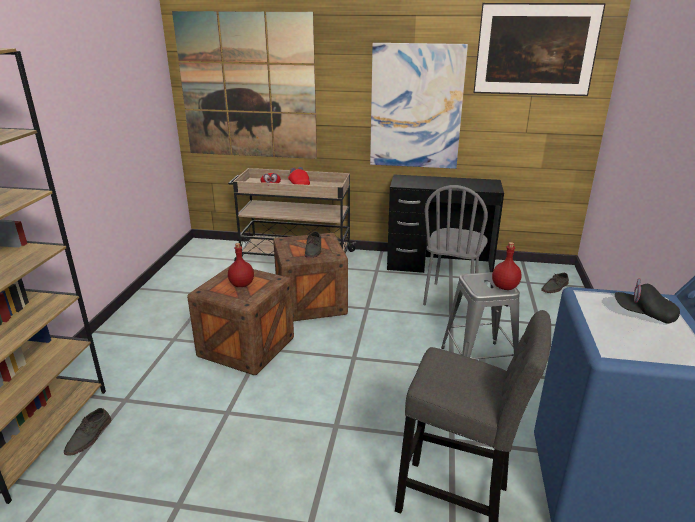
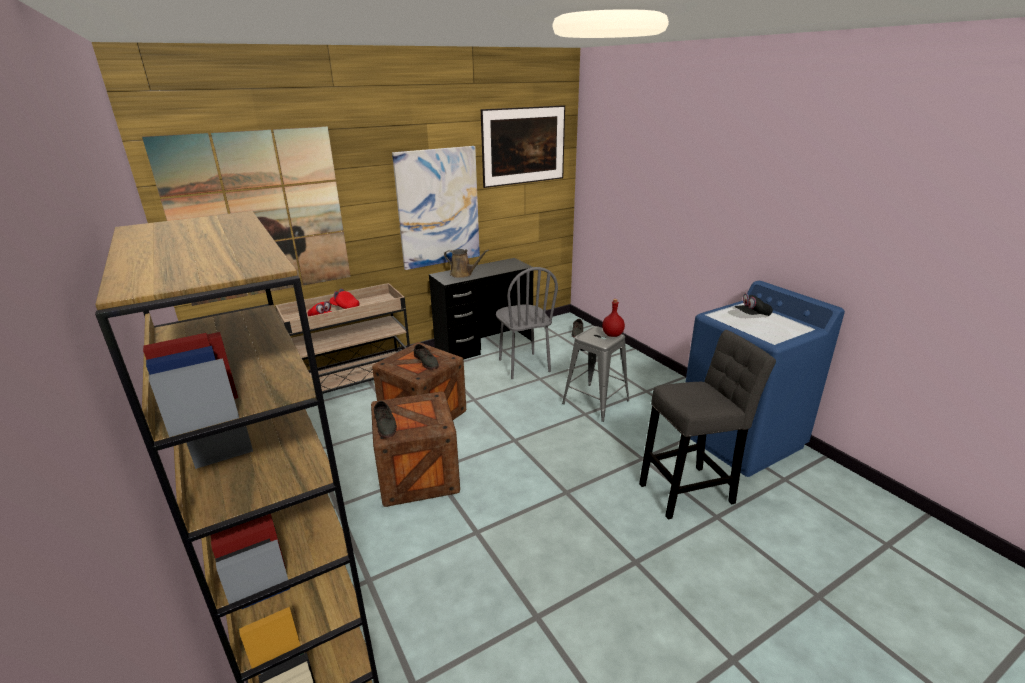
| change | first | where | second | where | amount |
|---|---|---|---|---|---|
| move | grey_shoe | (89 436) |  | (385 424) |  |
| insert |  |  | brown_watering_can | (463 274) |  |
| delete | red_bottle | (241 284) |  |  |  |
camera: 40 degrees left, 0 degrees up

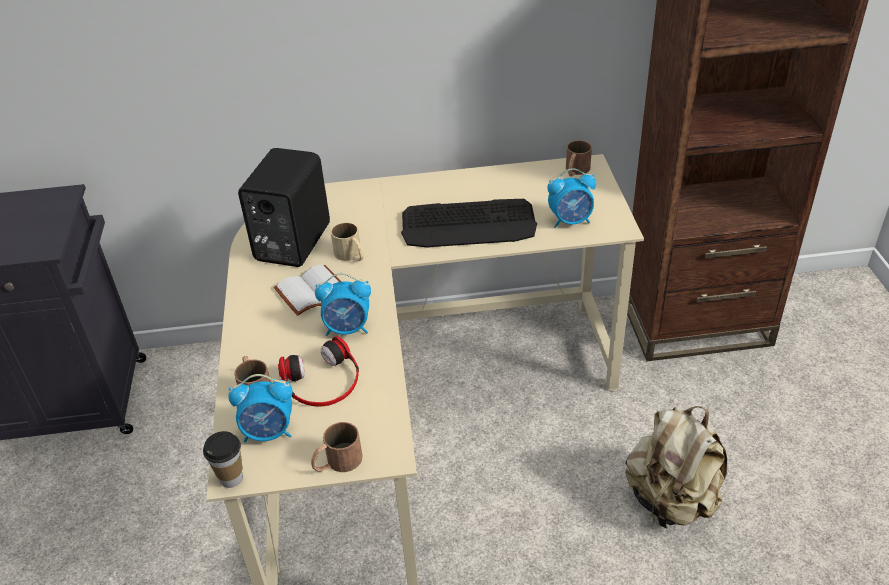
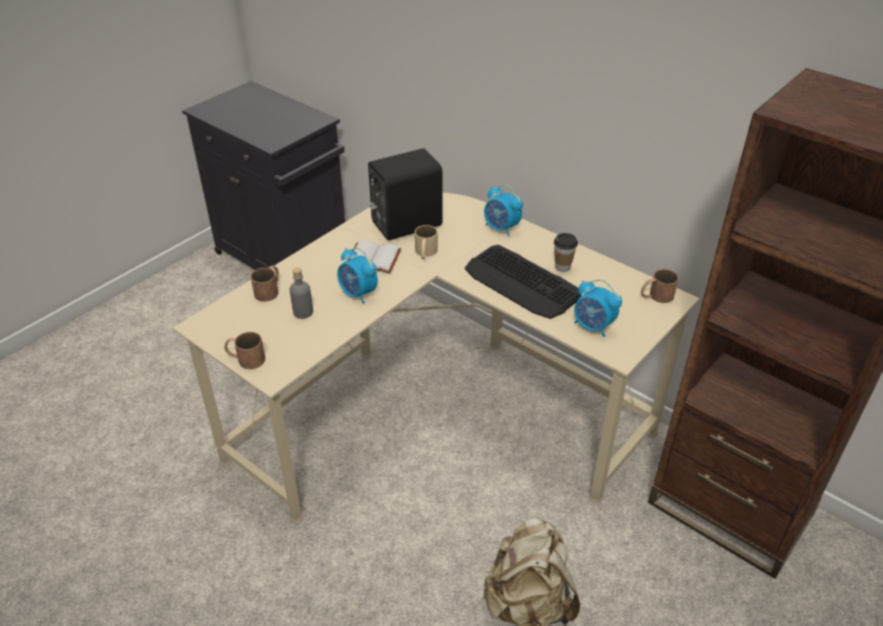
| change | first | where | second | where | amount |
|---|---|---|---|---|---|
| replace | headphones | (322 381) | grey_bottle | (303 312) |  |
| move | alarm_clock | (269 432) |  | (501 228) |  |
| move | cup | (231 478) |  | (562 267) |  |
camera: 45 degrees right, 0 degrees up

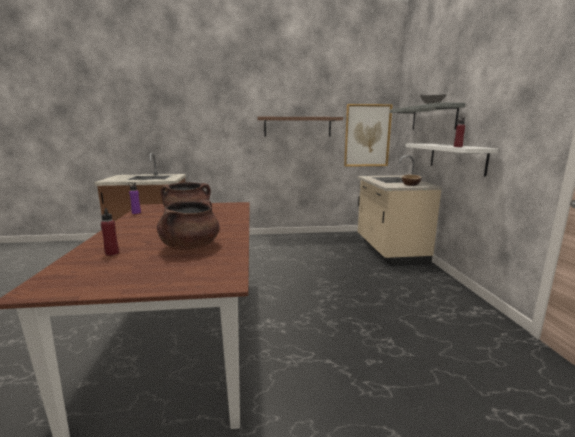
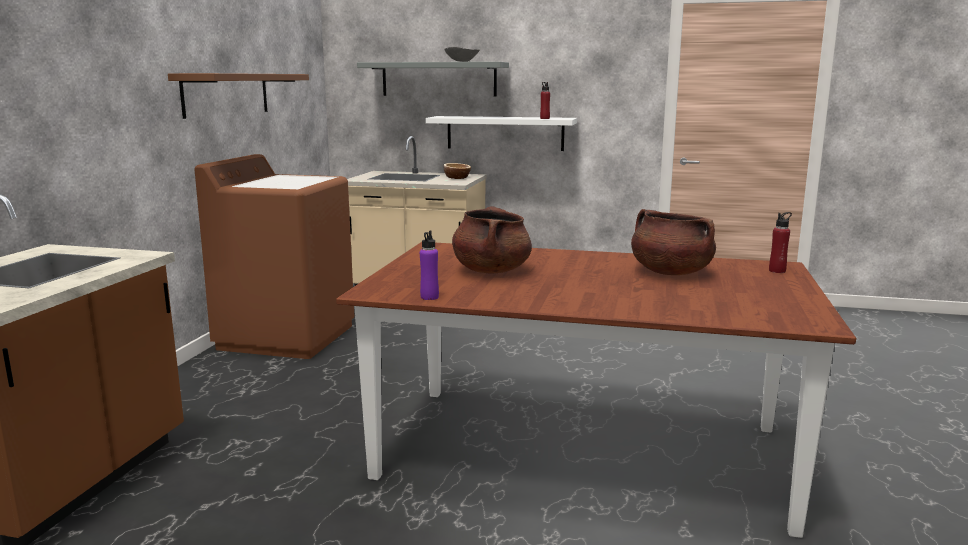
| change | first | where | second | where | amount |
|---|---|---|---|---|---|
| insert |  |  | brown_washing_machine | (287 336) |  |
| move | red_bottle | (112 253) |  | (777 271) |  |
| delete | picture | (367 135) |  |  |  |
camera: 70 degrees left, 0 degrees up

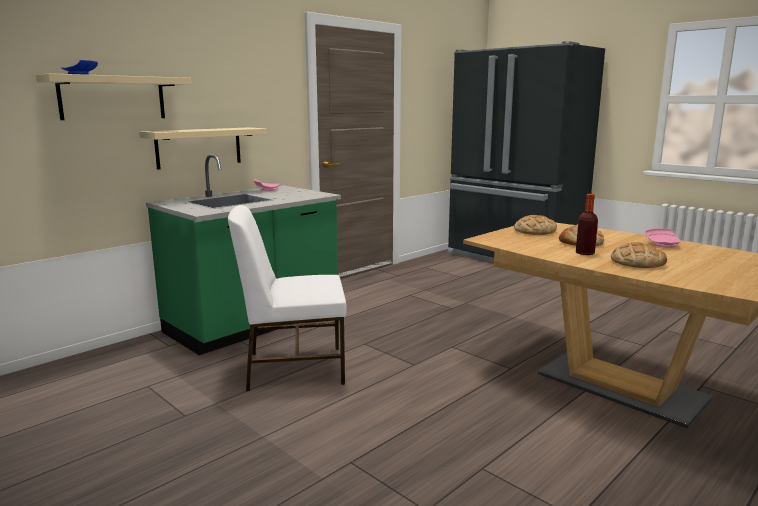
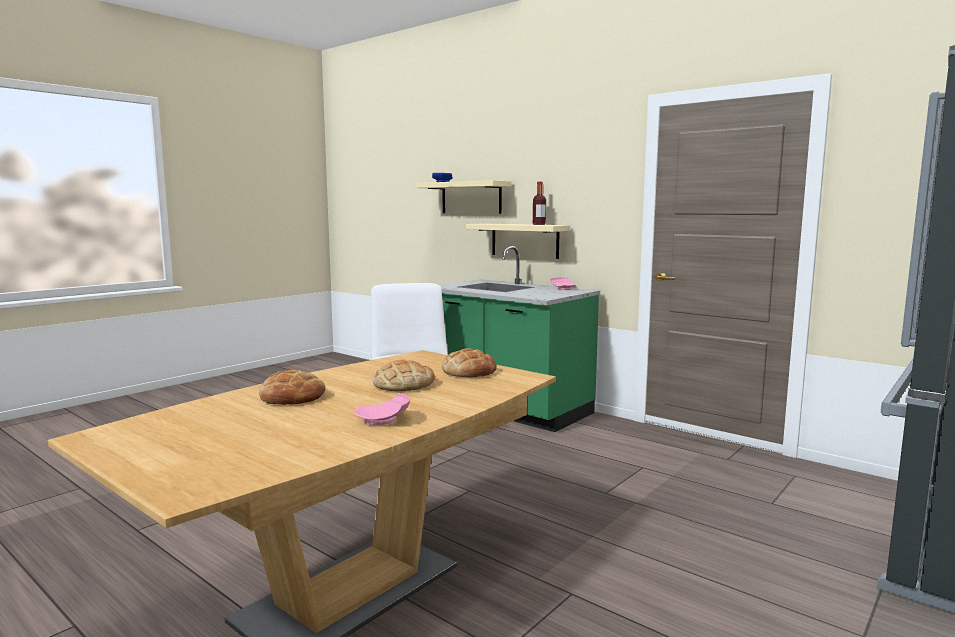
| change | first | where | second | where | amount |
|---|---|---|---|---|---|
| move | bottle | (585 253) |  | (539 224) |  |
camera: 85 degrees right, 5 degrees down

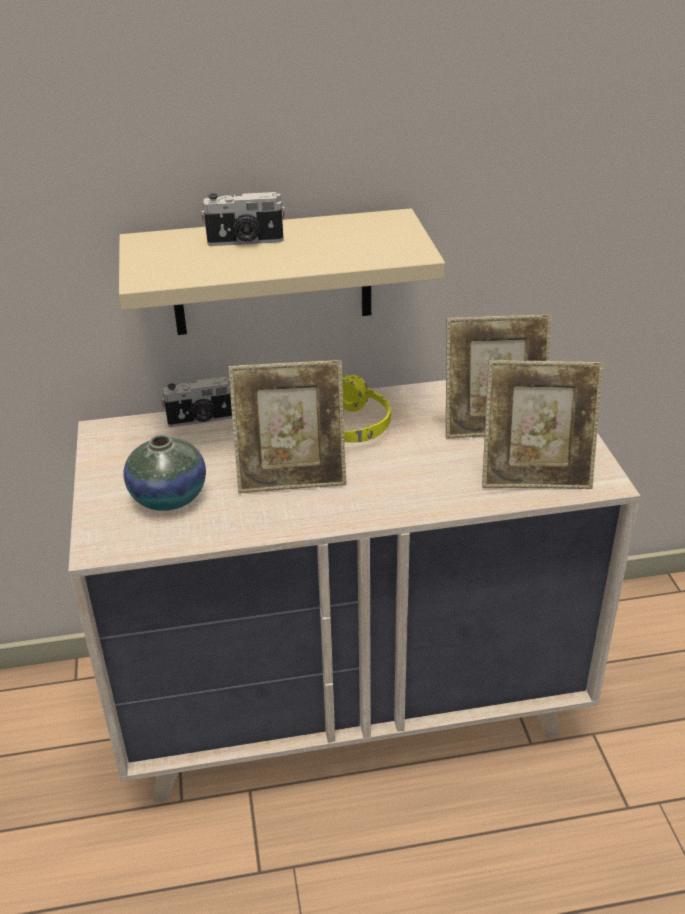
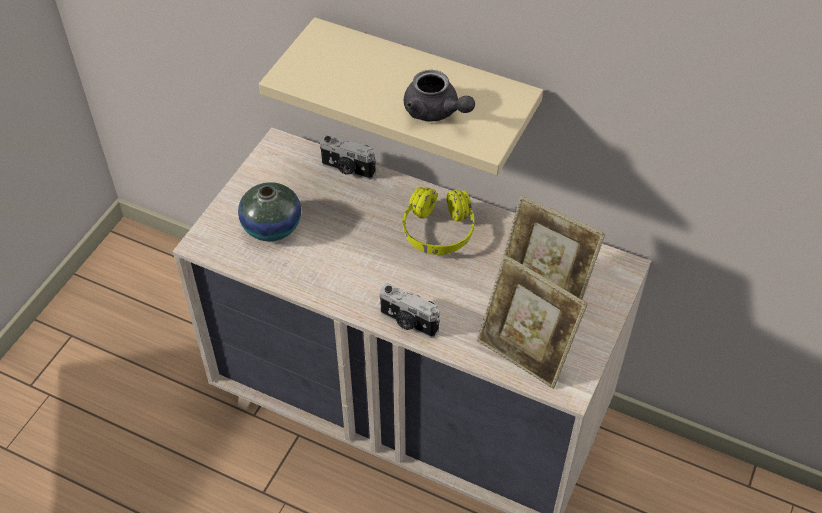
| change | first | where | second | where | amount |
|---|---|---|---|---|---|
| move | photo_camera | (245 242) |  | (408 322) |  |
| insert |  |  | grey_teapot | (436 112) |  |
| delete | picture_frame | (292 477) |  |  |  |
camera: 35 degrees right, 15 degrees up

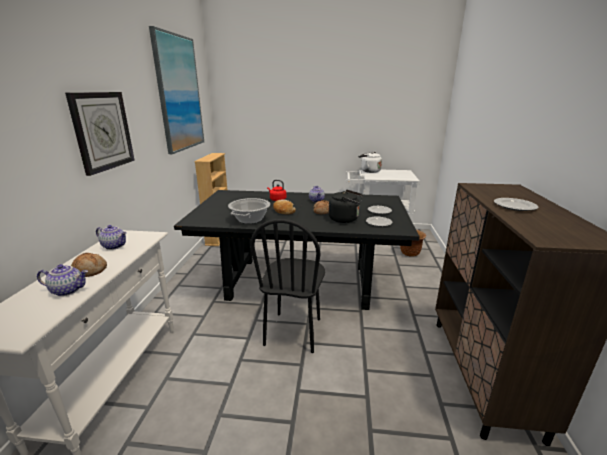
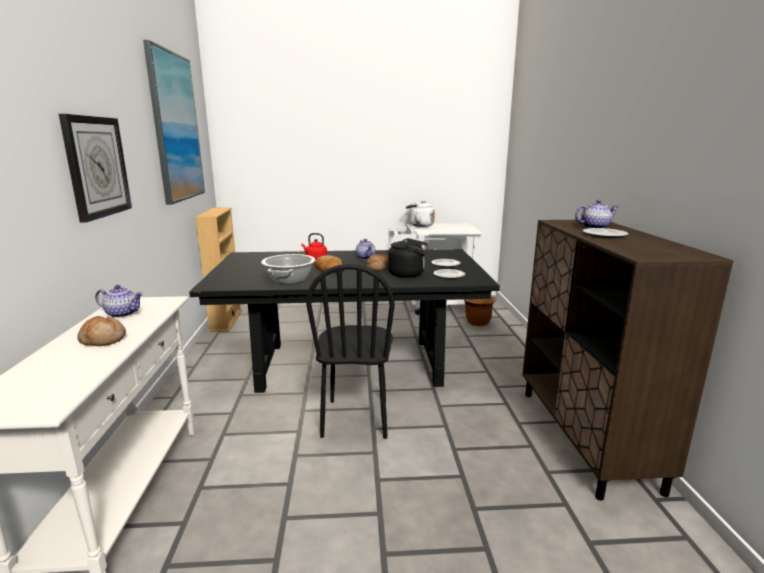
| change | first | where | second | where | amount |
|---|---|---|---|---|---|
| move | teapot | (68 290) |  | (594 227) |  |
camera: 10 degrees left, 5 degrees down

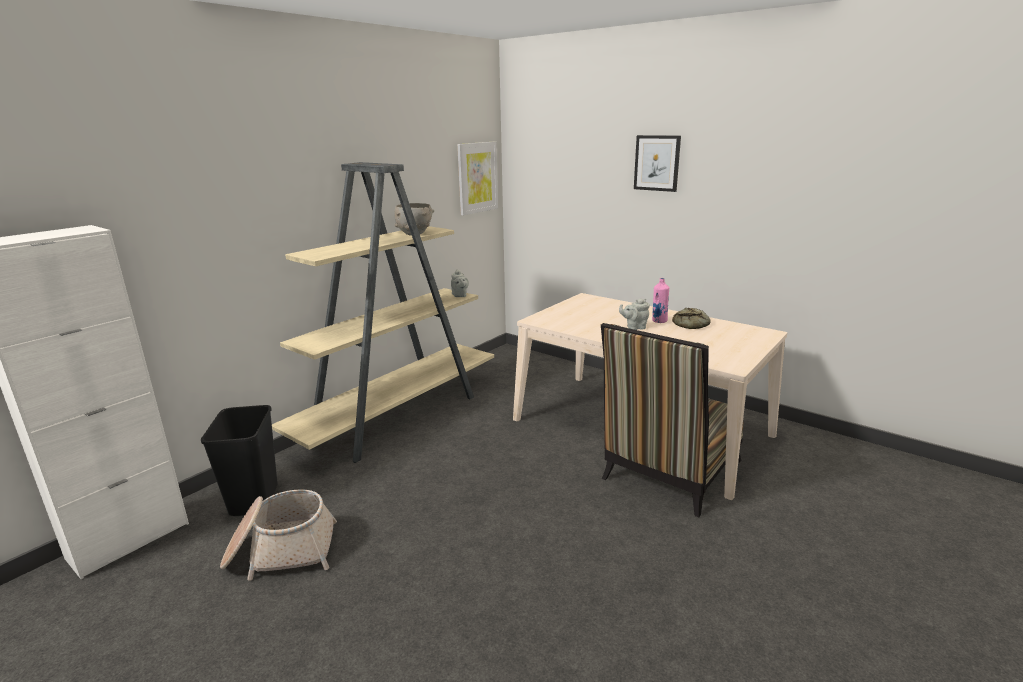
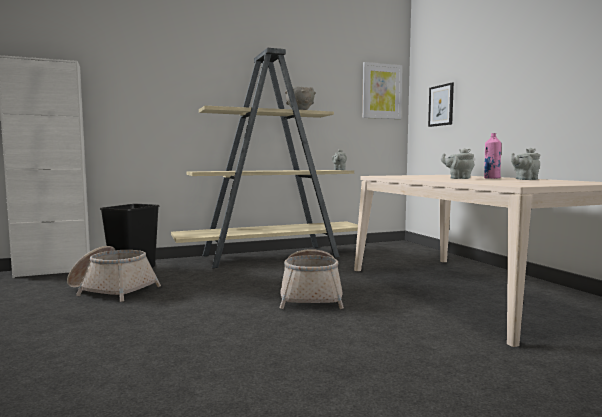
| change | first | where | second | where | amount |
|---|---|---|---|---|---|
| insert |  |  | basket | (311 296) |  |
| move | picture | (657 163) |  | (441 105) |  |
| replace | bread | (692 324) | grey_teapot | (524 179) |  |
| delete | chair | (668 474) |  |  |  |
camera: 30 degrees right, 15 degrees down

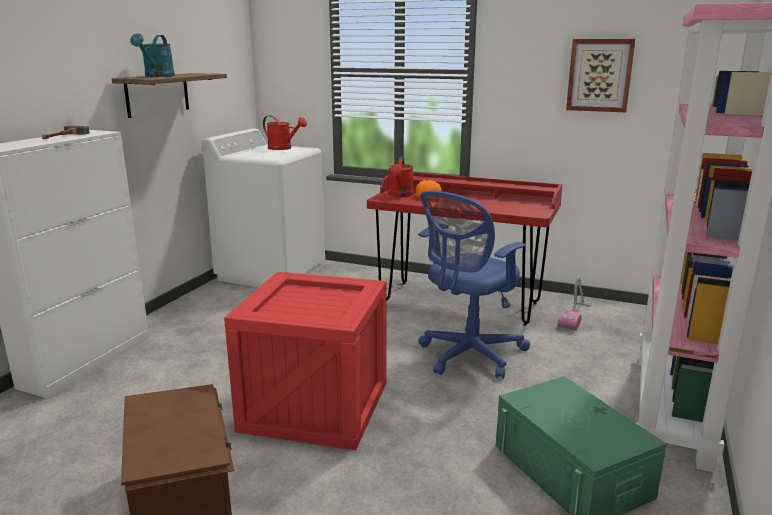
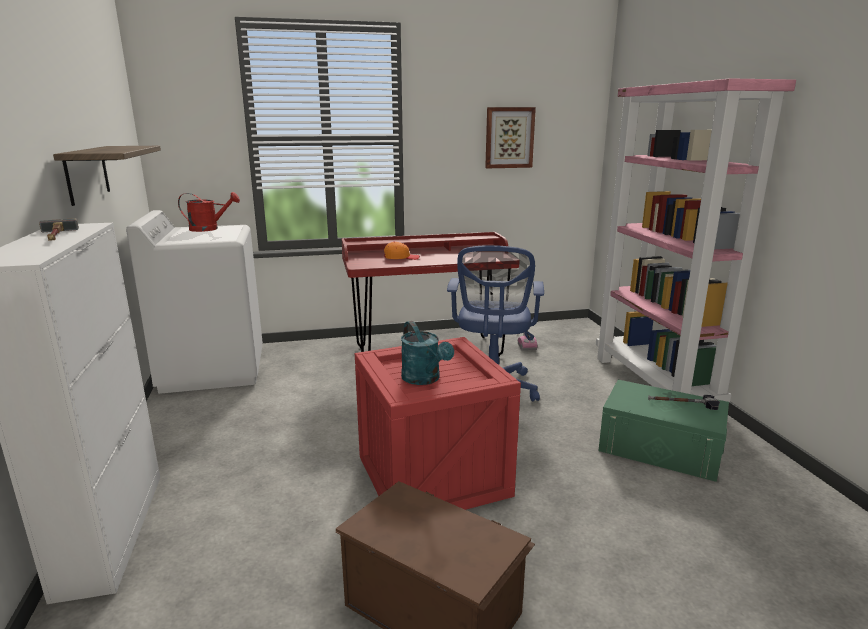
| change | first | where | second | where | amount |
|---|---|---|---|---|---|
| move | turquoise_watering_can | (157 76) |  | (424 379) |  |
| insert |  |  | hammer | (683 404) |  |
| delete | red_watering_can | (400 195) |  |  |  |
camera: 35 degrees left, 0 degrees up

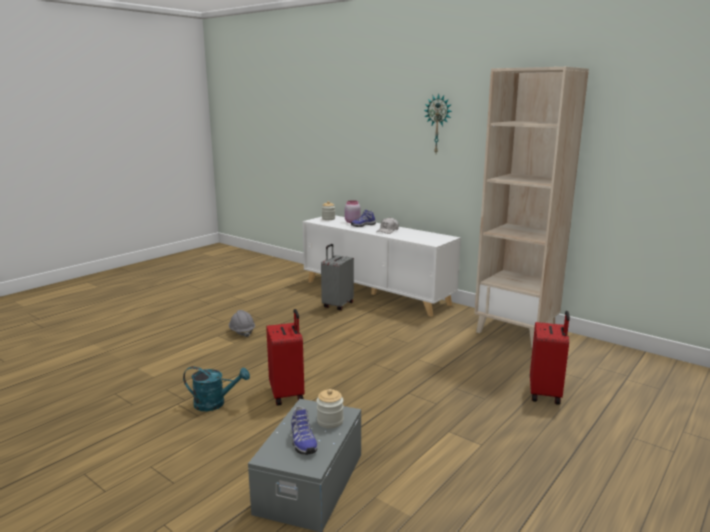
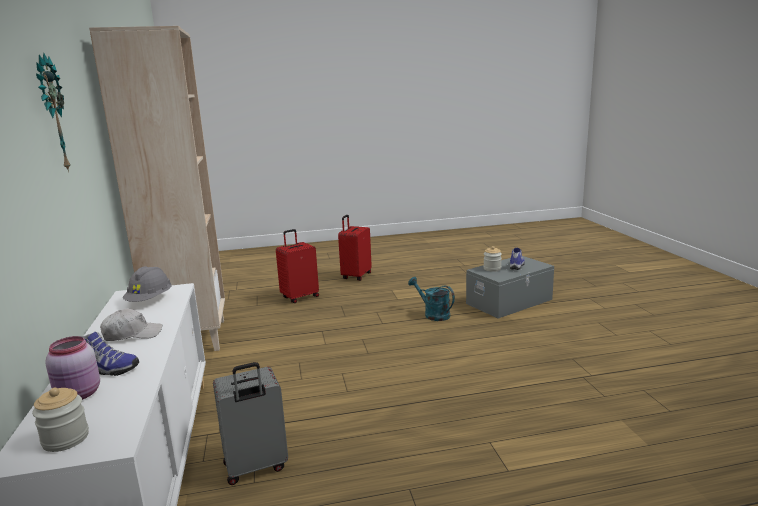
| change | first | where | second | where | amount |
|---|---|---|---|---|---|
| move | grey_hard_hat | (242 332) |  | (150 300) |  |
| move | red_suitcase | (288 394) |  | (356 276) |  |
| move | turquoise_watering_can | (215 403) |  | (433 314) |  |
camera: 140 degrees left, 0 degrees up

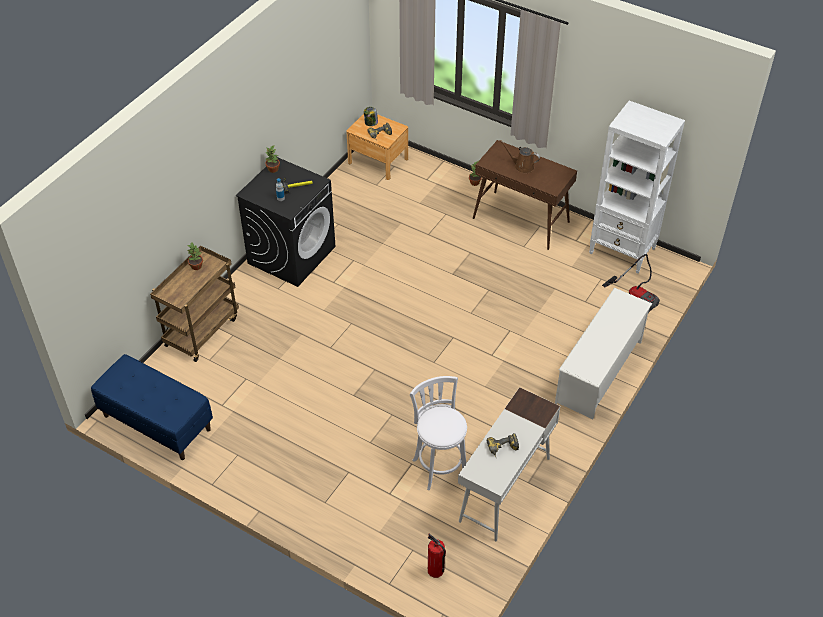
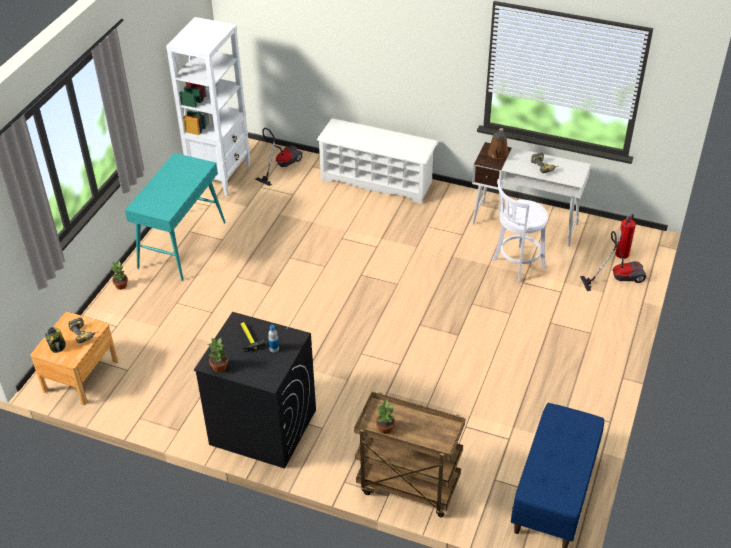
| change | first | where | second | where | amount |
|---|---|---|---|---|---|
| recolor | brown_console_table | (521 220) | turquoise_console_table | (182 244) |  |
| move | brown_watering_can | (522 166) |  | (498 154) |  |
| insert |  |  | vacuum_cleaner | (617 277) |  |
camera: 100 degrees left, 5 degrees down

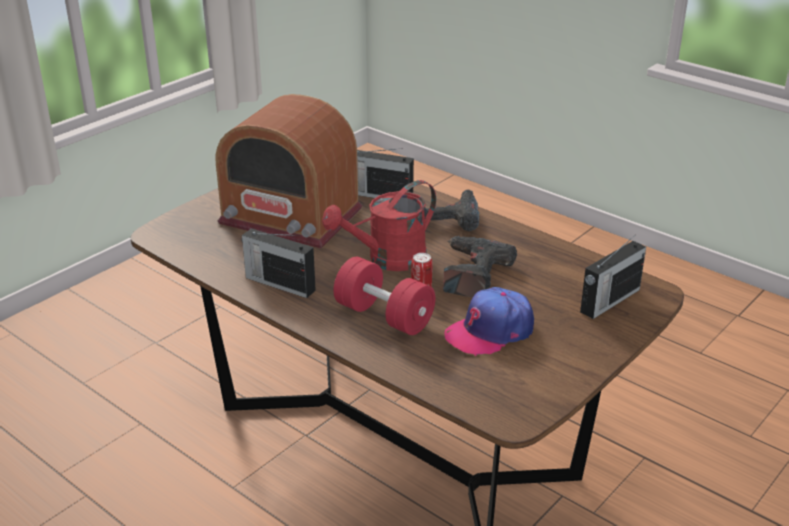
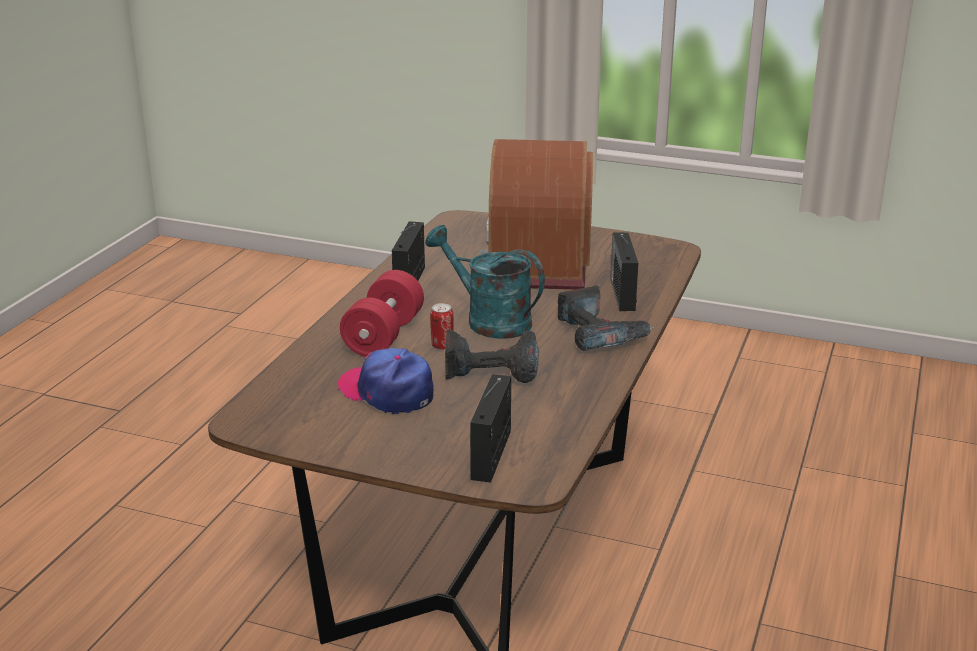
| change | first | where | second | where | amount |
|---|---|---|---|---|---|
| recolor | red_watering_can | (388 260) | turquoise_watering_can | (489 320) |  |
| rotate | radio | (609 301) |  | (492 453) | 75 degrees clockwise |
camera: 70 degrees right, 5 degrees down

